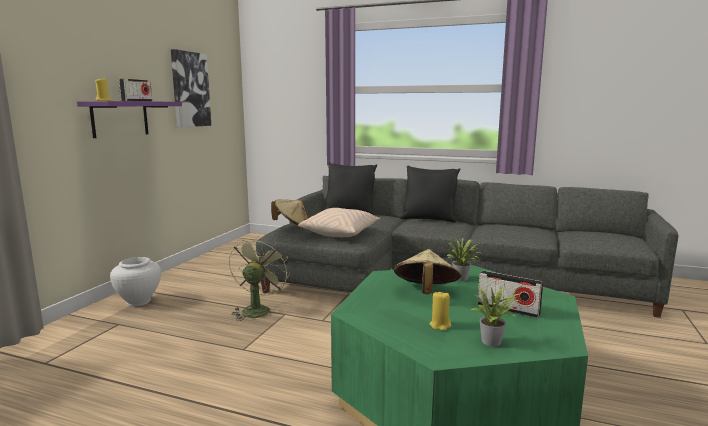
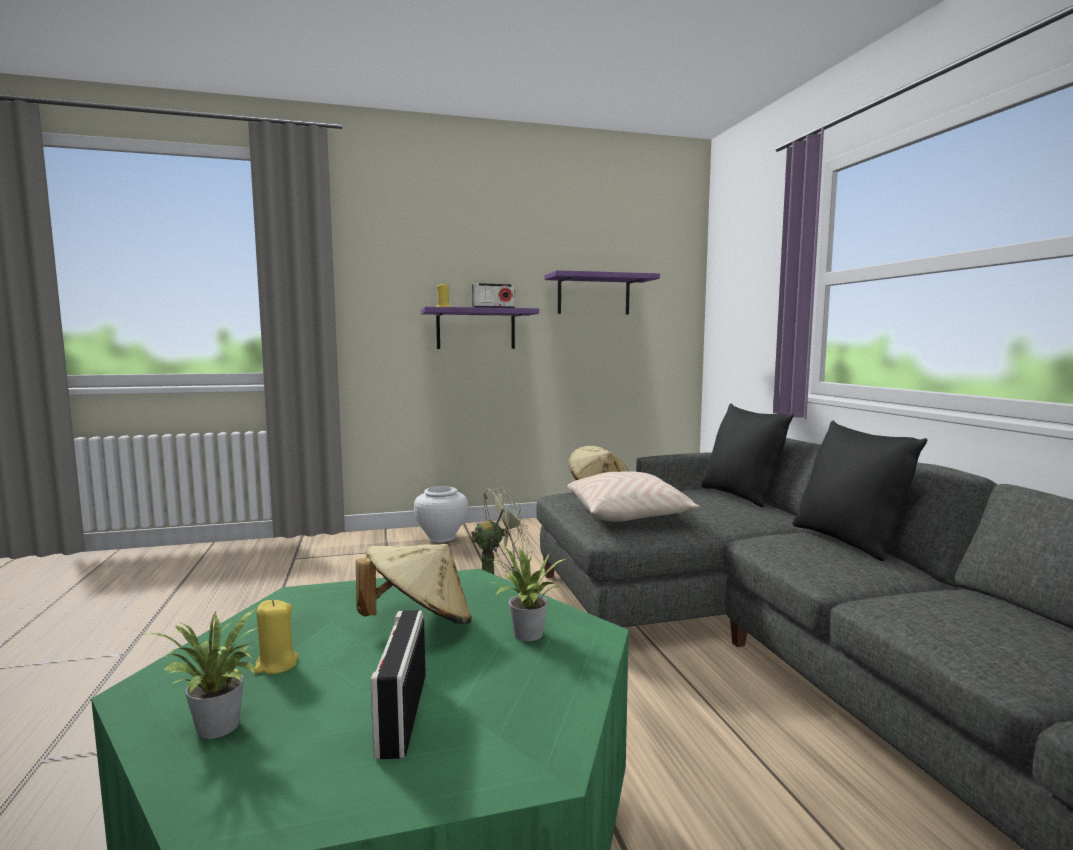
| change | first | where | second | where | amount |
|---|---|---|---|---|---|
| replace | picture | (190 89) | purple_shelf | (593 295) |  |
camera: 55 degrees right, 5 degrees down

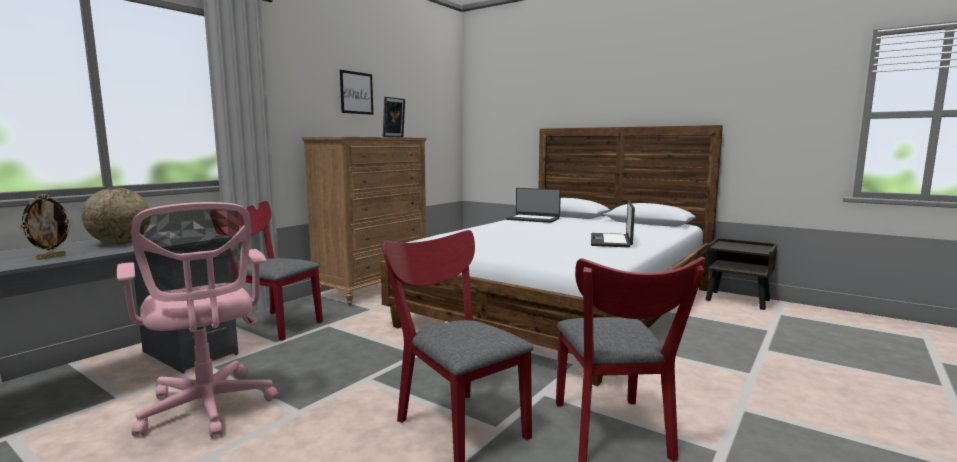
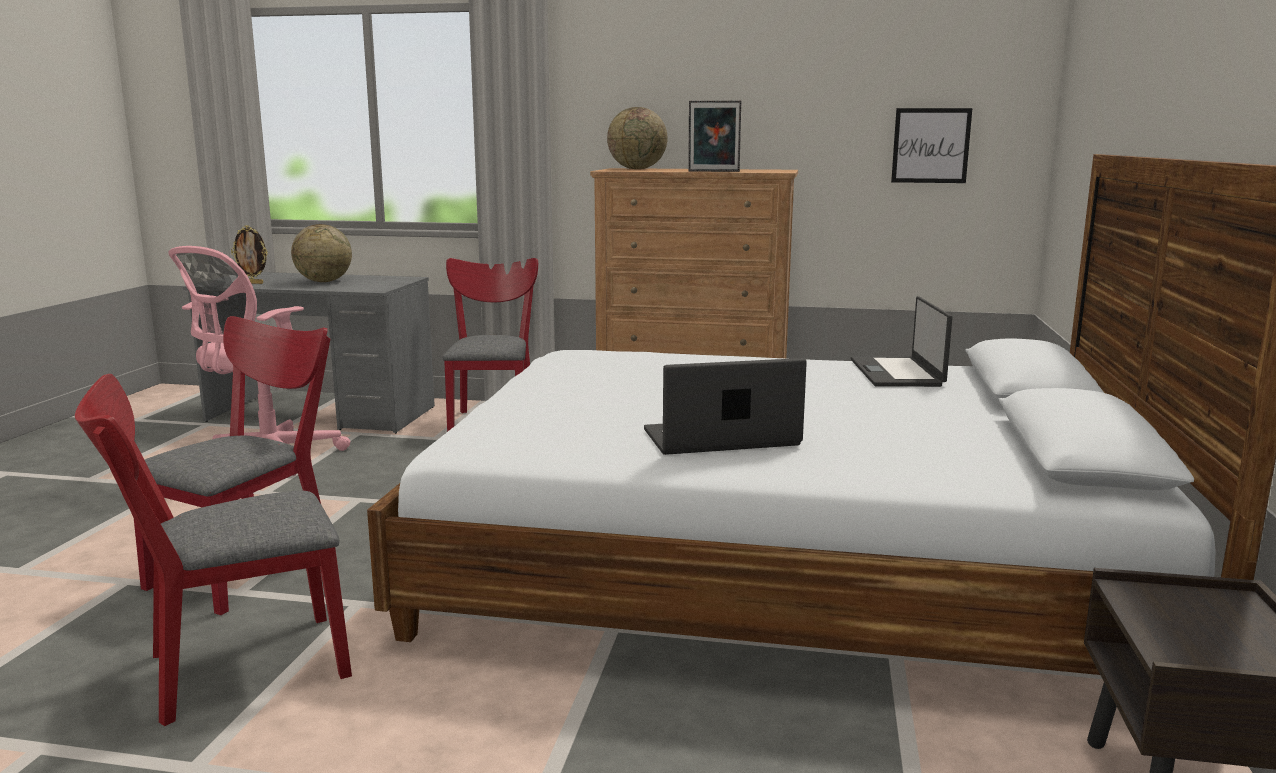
| change | first | where | second | where | amount |
|---|---|---|---|---|---|
| insert |  |  | globe | (637 169) |  |
| move | picture | (356 93) |  | (931 145) |  |
camera: 65 degrees right, 5 degrees up

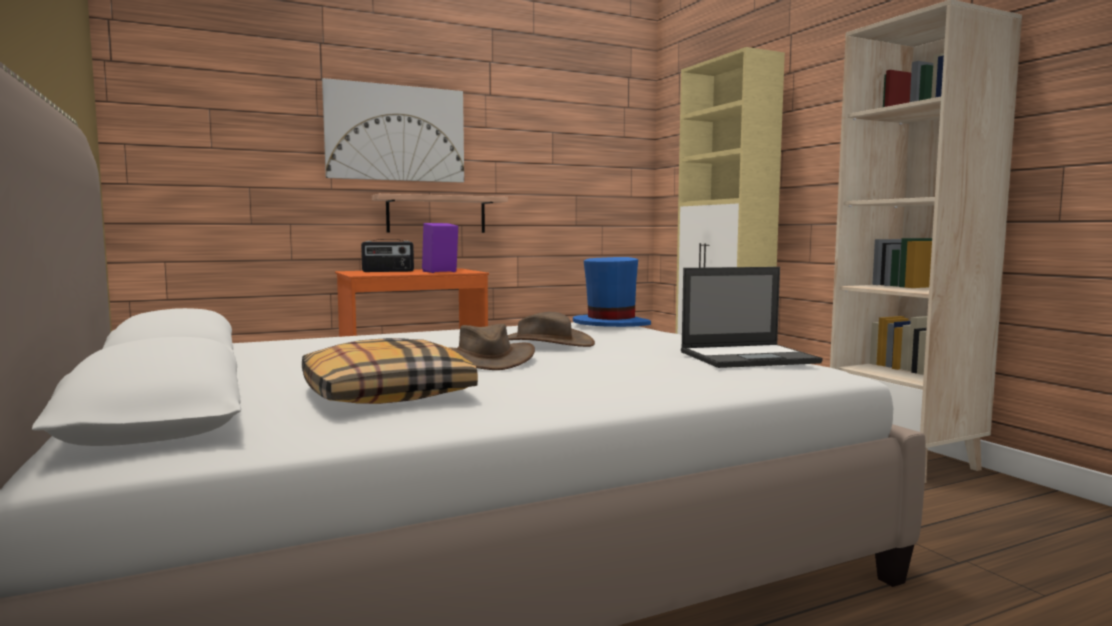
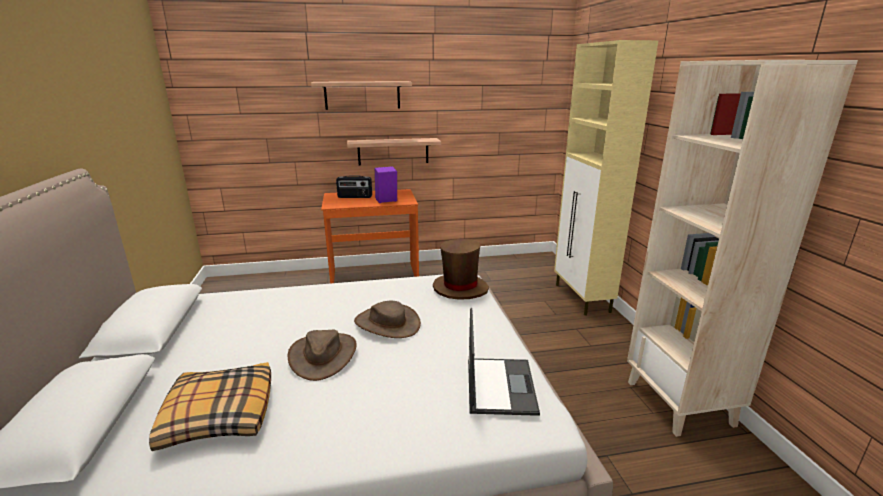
| change | first | where | second | where | amount |
|---|---|---|---|---|---|
| replace | picture | (395 133) | shelf | (362 95) |  |
| recolor | blue_hat | (611 324) | brown_hat | (460 288) |  |
| rotate | laptop | (749 357) |  | (500 385) | 90 degrees counterclockwise |
camera: 15 degrees right, 15 degrees up

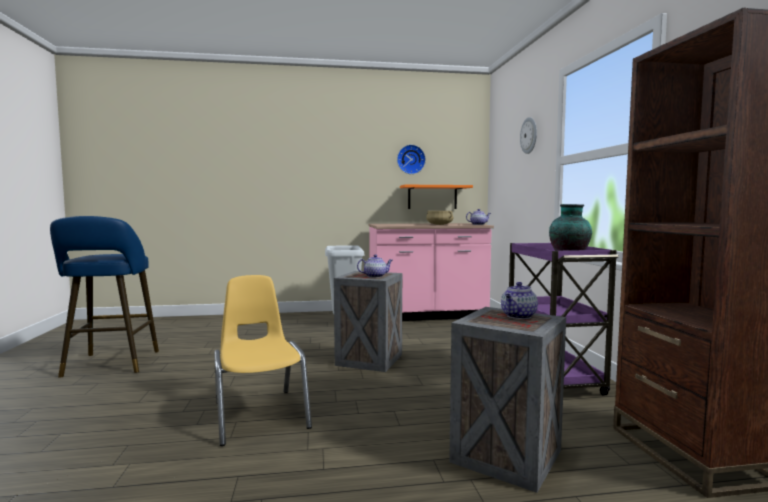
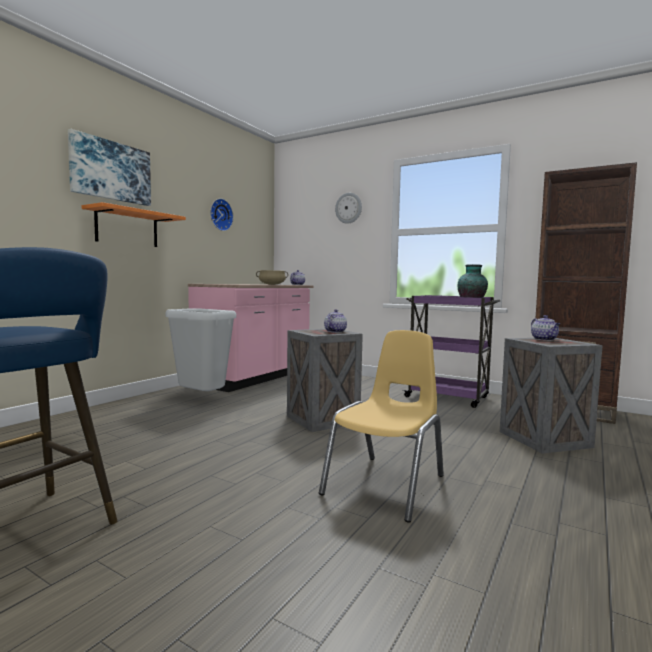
| change | first | where | second | where | amount |
|---|---|---|---|---|---|
| insert |  |  | picture | (110 171) |  |
| move | orange_shelf | (432 197) |  | (127 228) |  |
| rotate | yellow_chair | (260 415) |  | (386 485) | 105 degrees clockwise |
camera: 50 degrees left, 0 degrees up

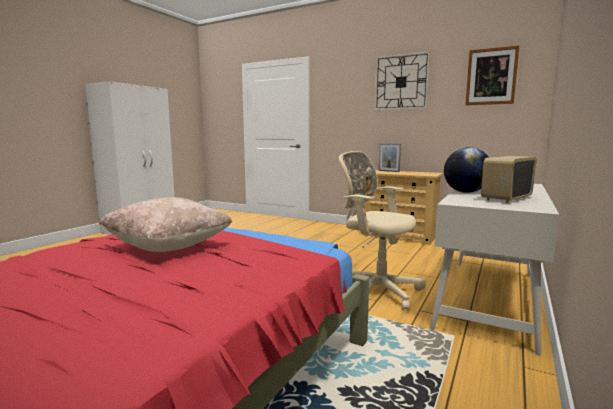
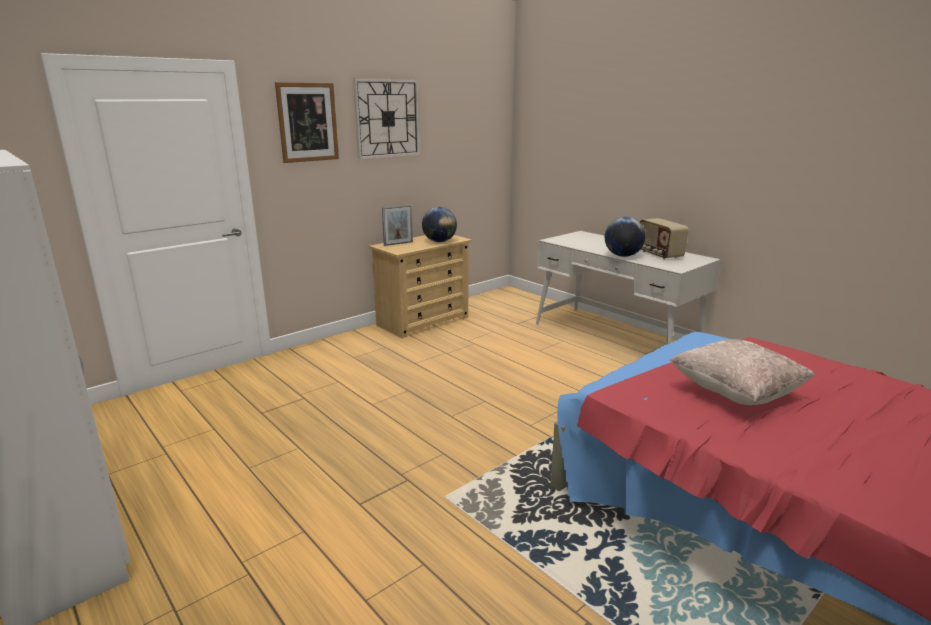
| change | first | where | second | where | amount |
|---|---|---|---|---|---|
| move | picture | (491 76) |  | (307 122) |  |
| insert |  |  | globe | (439 241) |  |
| delete | beige_office_chair | (376 289) |  |  |  |
camera: 70 degrees left, 10 degrees up

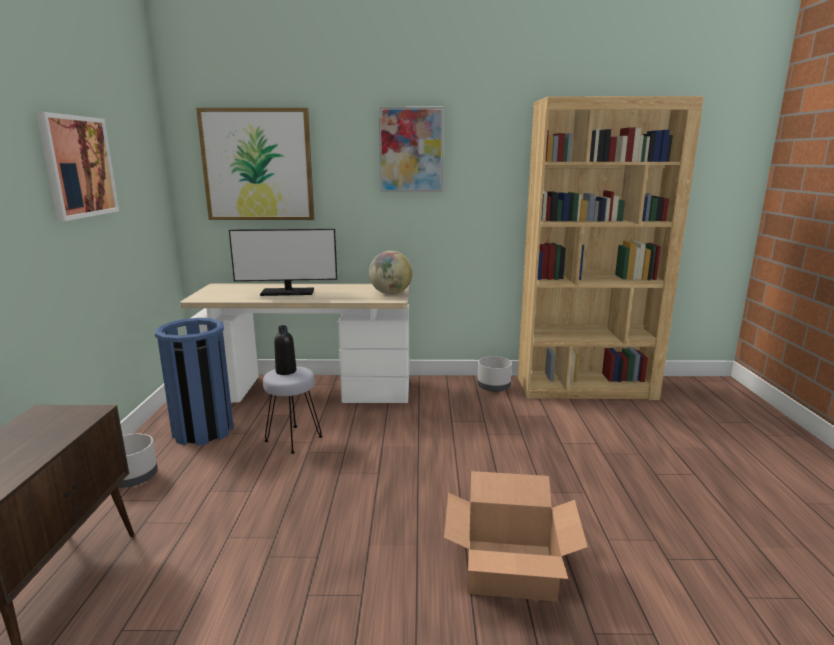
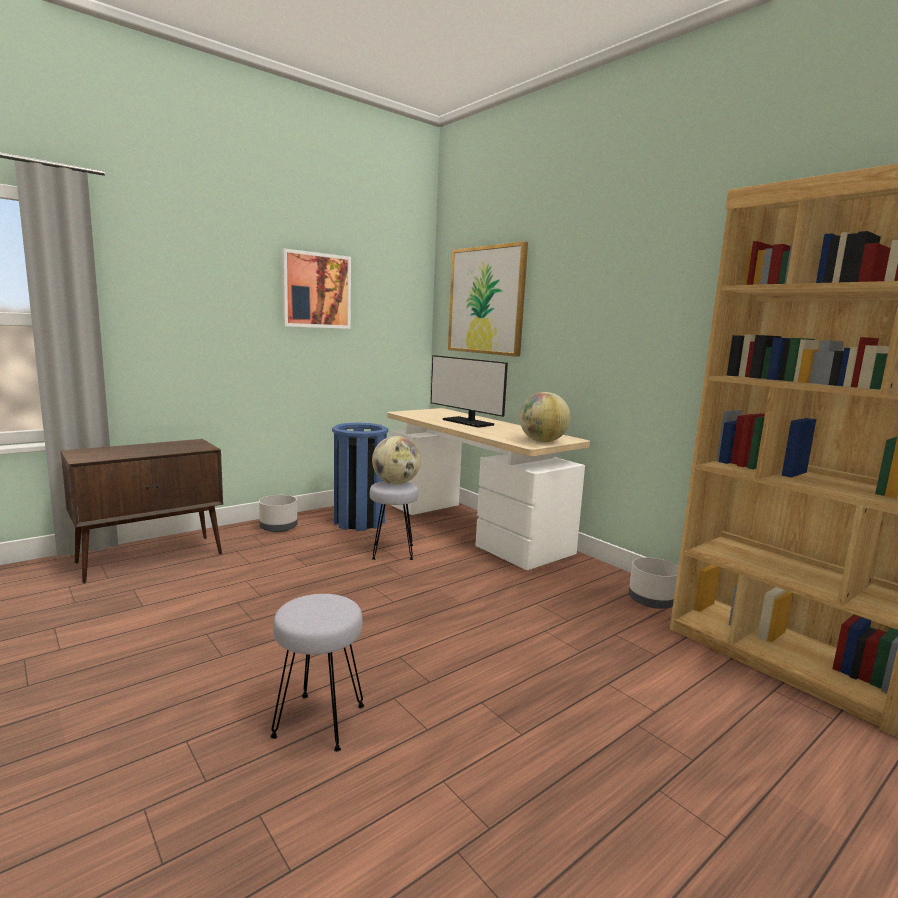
| change | first | where | second | where | amount |
|---|---|---|---|---|---|
| replace | cardboard_box | (510 569) | grey_stool | (318 722) |  |
| replace | black_bottle | (286 371) | globe | (396 483) |  |
| delete | picture | (411 150) |  |  |  |
camera: 50 degrees right, 5 degrees down

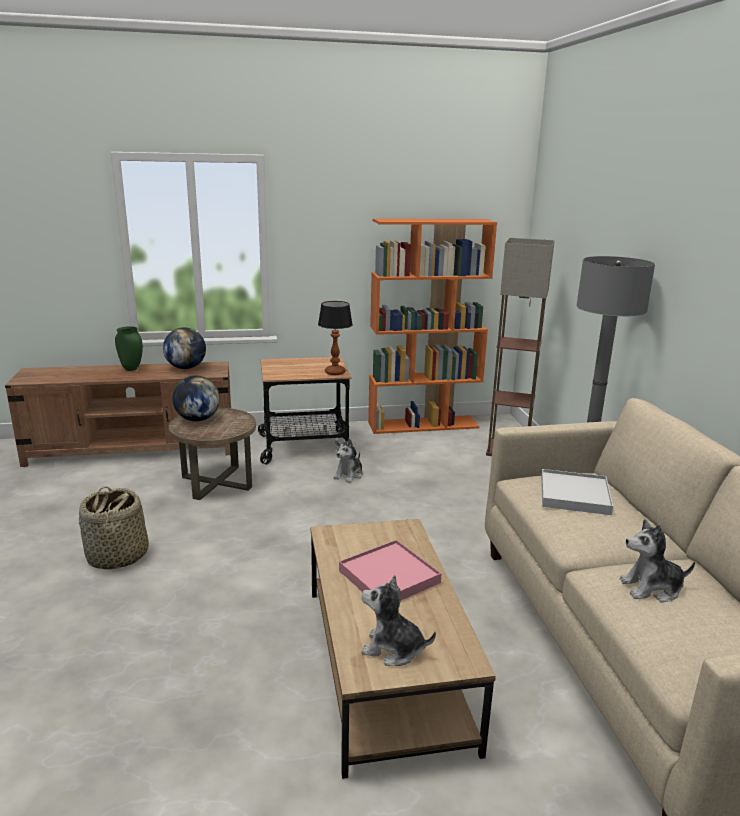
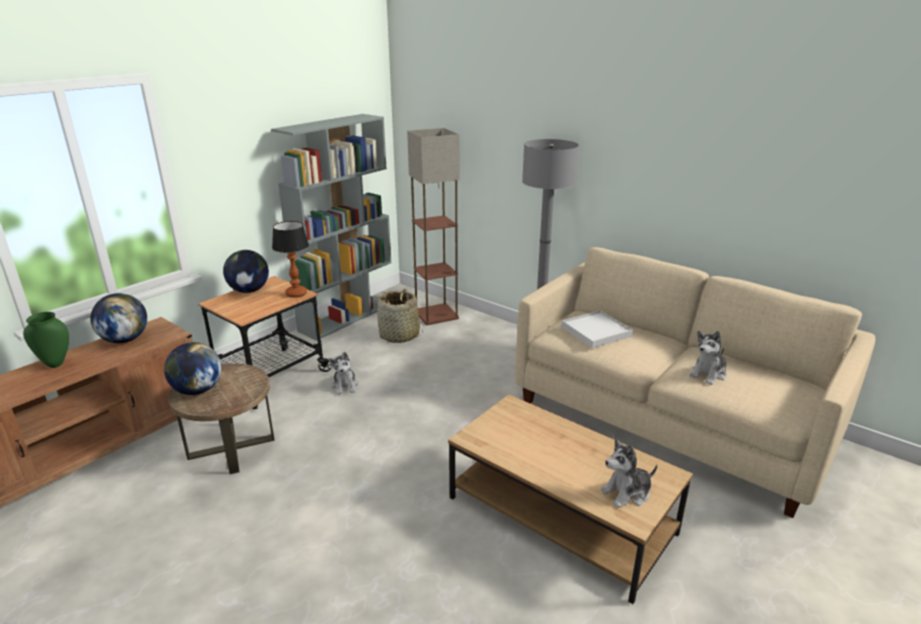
| change | first | where | second | where | amount |
|---|---|---|---|---|---|
| insert |  |  | globe | (249 291) |  |
| recolor | orange_bookcase | (423 424) | grey_bookcase | (347 316) |  |
| move | basket | (117 556) |  | (399 335) |  |
| delete | pink_tray | (389 576) |  |  |  |
camera: 40 degrees left, 5 degrees up

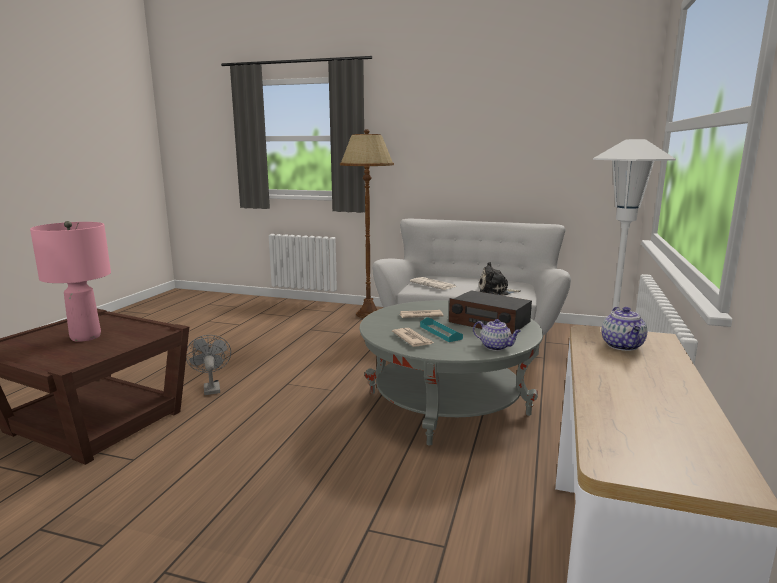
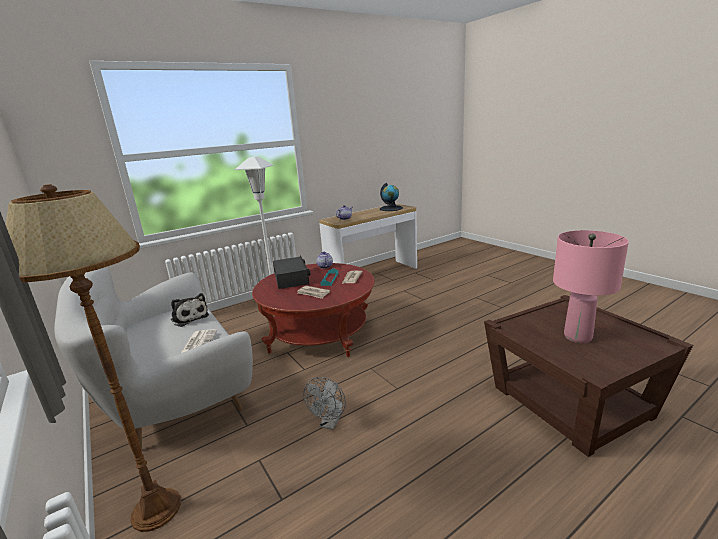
| change | first | where | second | where | amount |
|---|---|---|---|---|---|
| recolor | grey_coffee_table | (447 403) | red_coffee_table | (319 333) |  |
| move | grey_fan | (211 387) |  | (330 423) |  |
| insert |  |  | globe | (391 208) |  |
camera: 140 degrees left, 5 degrees up

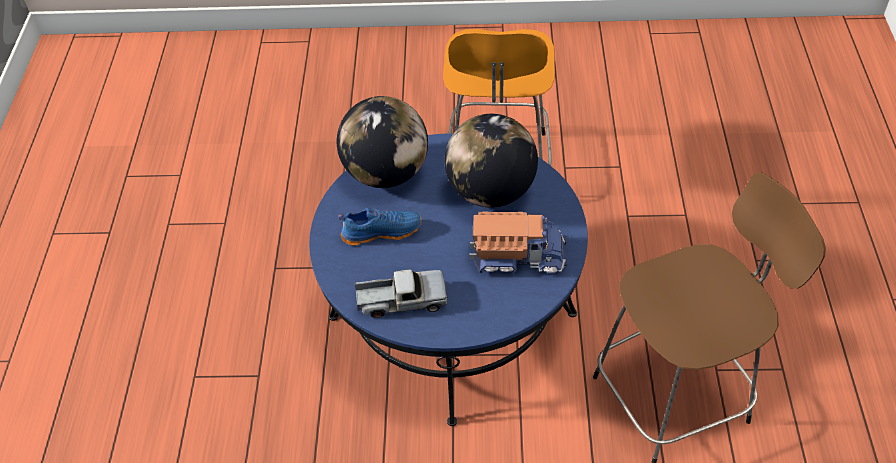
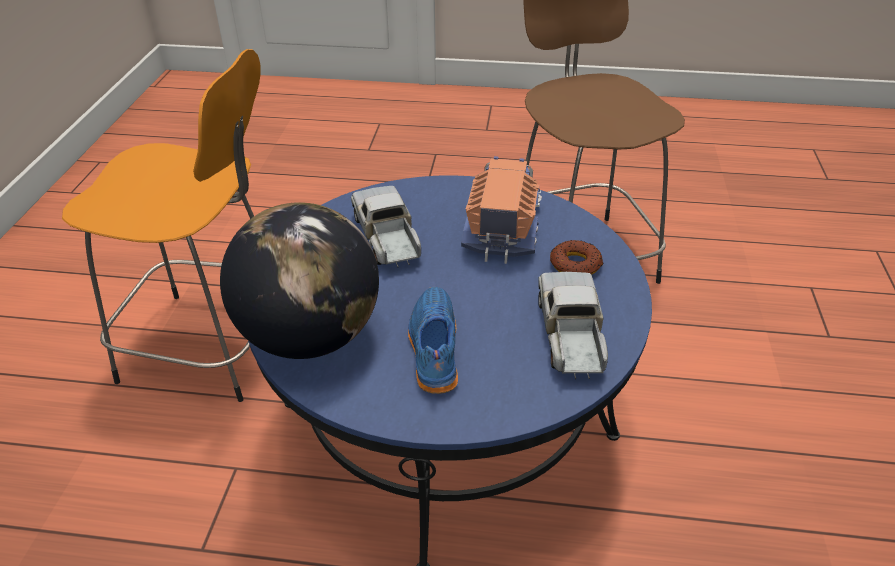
| change | first | where | second | where | amount |
|---|---|---|---|---|---|
| replace | globe | (491 192) | toy_truck | (388 238) |  |
| insert |  |  | donut | (575 264) |  |
camera: 85 degrees left, 10 degrees down

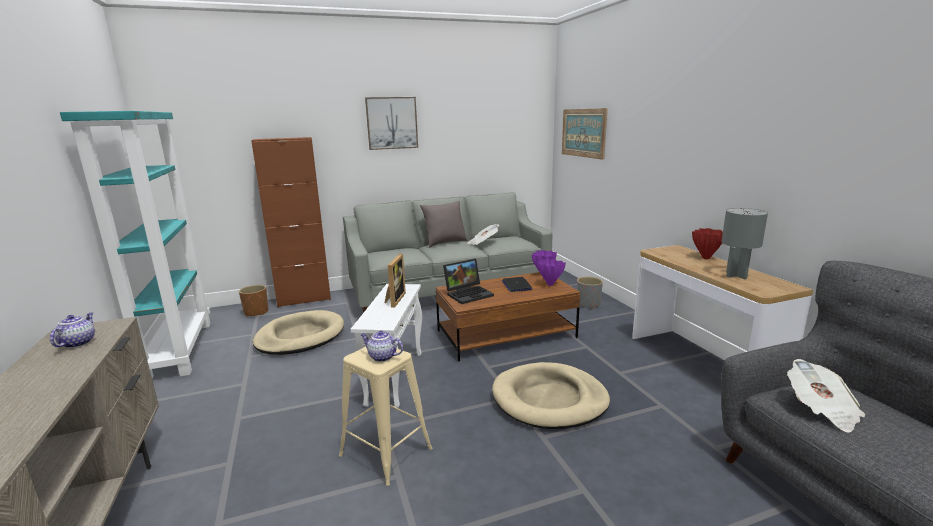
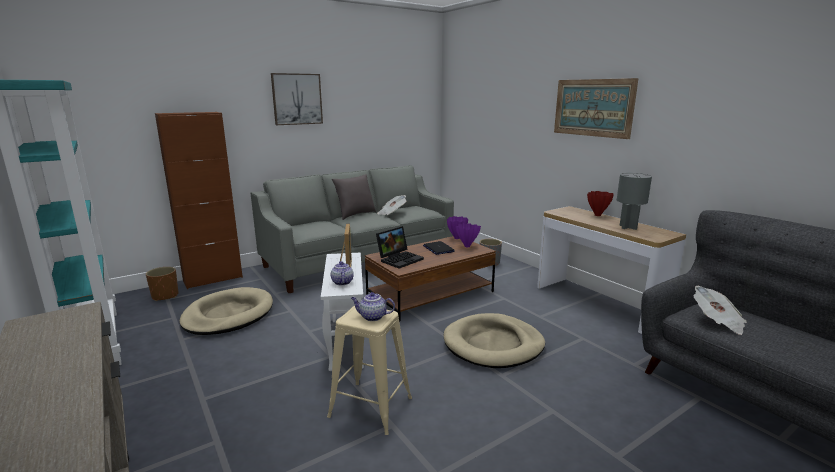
| change | first | where | second | where | amount |
|---|---|---|---|---|---|
| move | teapot | (78 343) |  | (342 282) |  |
| move | picture | (583 133) |  | (593 107) |  |
camera: 15 degrees left, 0 degrees up

